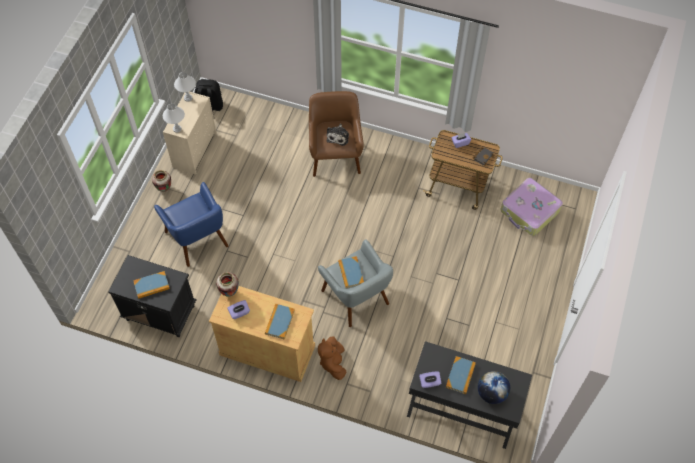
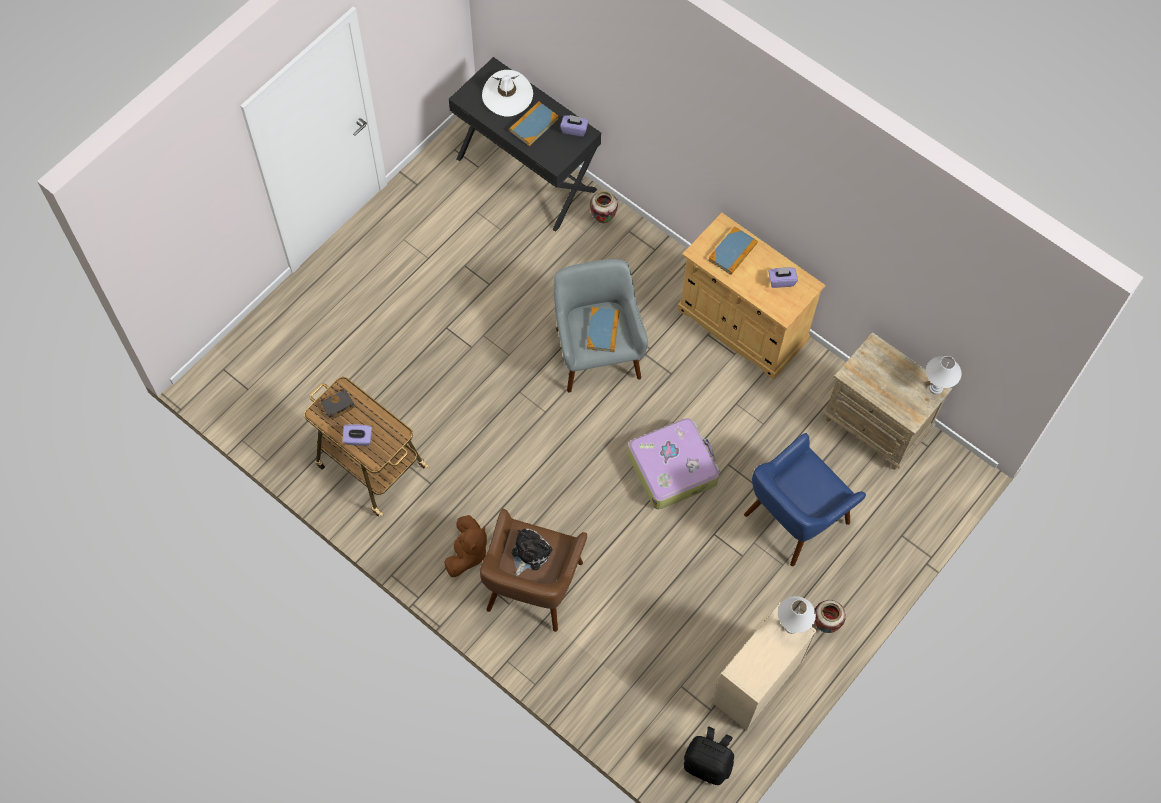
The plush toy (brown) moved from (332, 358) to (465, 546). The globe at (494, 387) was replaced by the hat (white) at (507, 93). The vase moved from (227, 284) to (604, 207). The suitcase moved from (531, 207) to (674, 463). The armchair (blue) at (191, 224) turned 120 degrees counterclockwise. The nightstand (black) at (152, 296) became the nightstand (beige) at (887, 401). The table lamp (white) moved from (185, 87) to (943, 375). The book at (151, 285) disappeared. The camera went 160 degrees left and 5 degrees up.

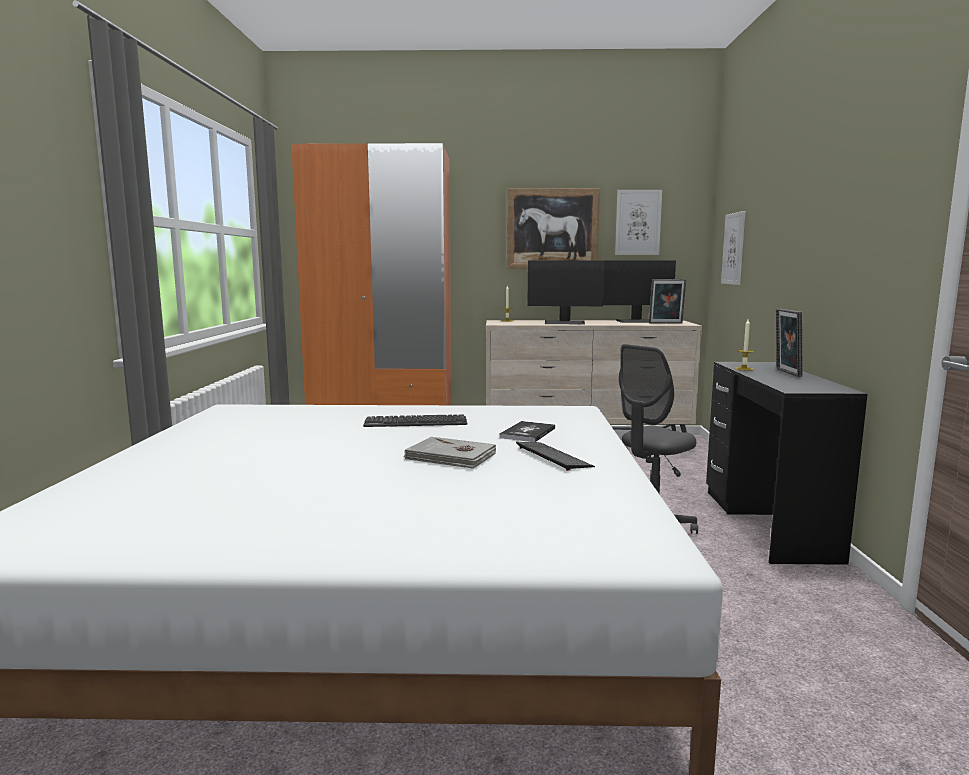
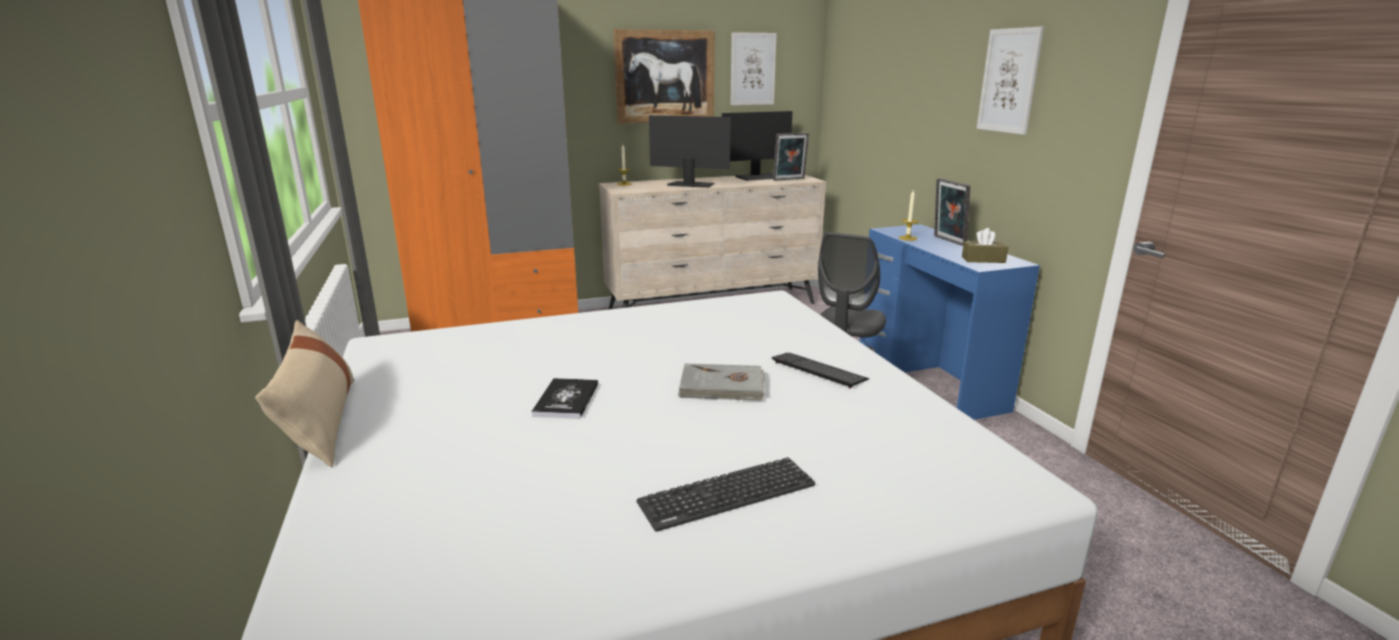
The pillow (beige) at (305, 393) appeared. The book moved from (527, 431) to (564, 398). The keyboard moved from (415, 420) to (726, 494). The monitor at (566, 292) turned 150 degrees counterclockwise. The desk (black) at (787, 463) became the desk (blue) at (949, 322). The tissue box (brown) at (985, 245) appeared. The picture moved from (733, 248) to (1010, 81). The camera went 20 degrees left and 10 degrees up.

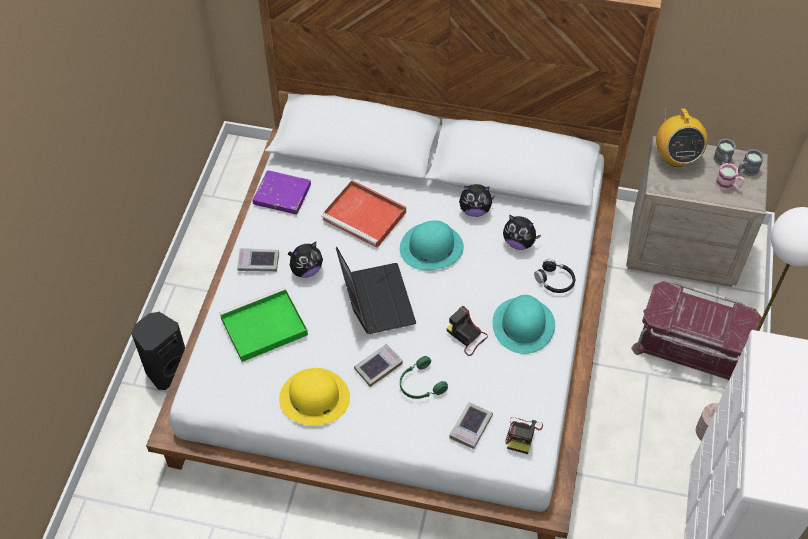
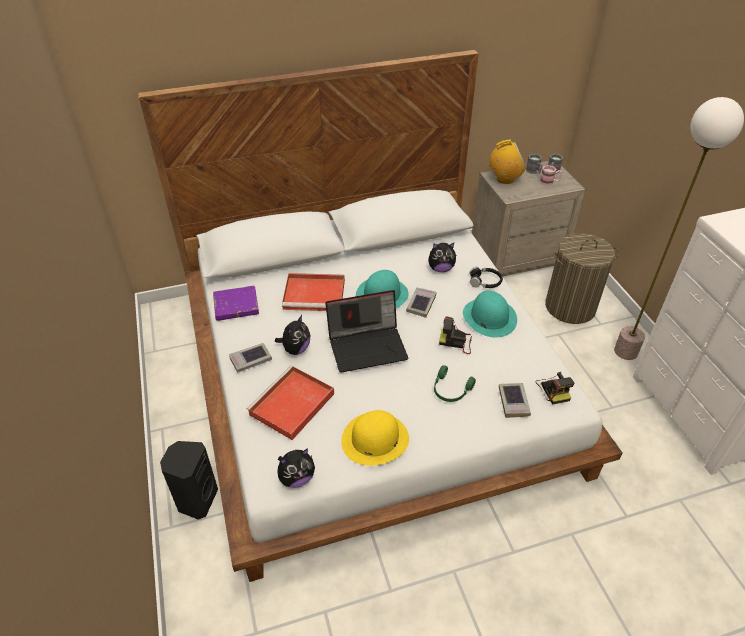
The tray (green) at (264, 324) became the tray (red) at (290, 402). The plush toy moved from (477, 200) to (296, 468). The laptop at (376, 290) turned 120 degrees clockwise. The book moved from (378, 365) to (421, 303). The radio at (682, 137) turned 60 degrees counterclockwise. The storage box (red) at (696, 330) was replaced by the laundry basket at (582, 278). The camera went 30 degrees left and 10 degrees down.

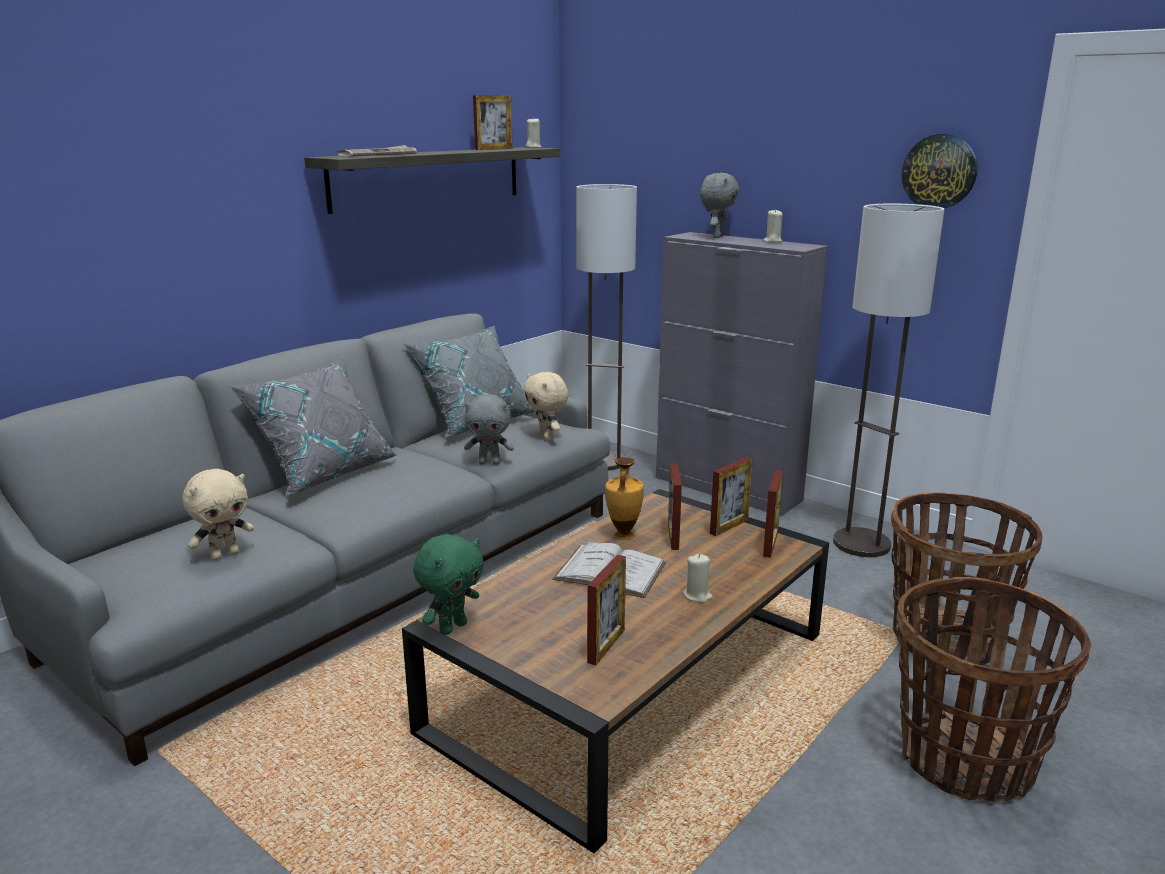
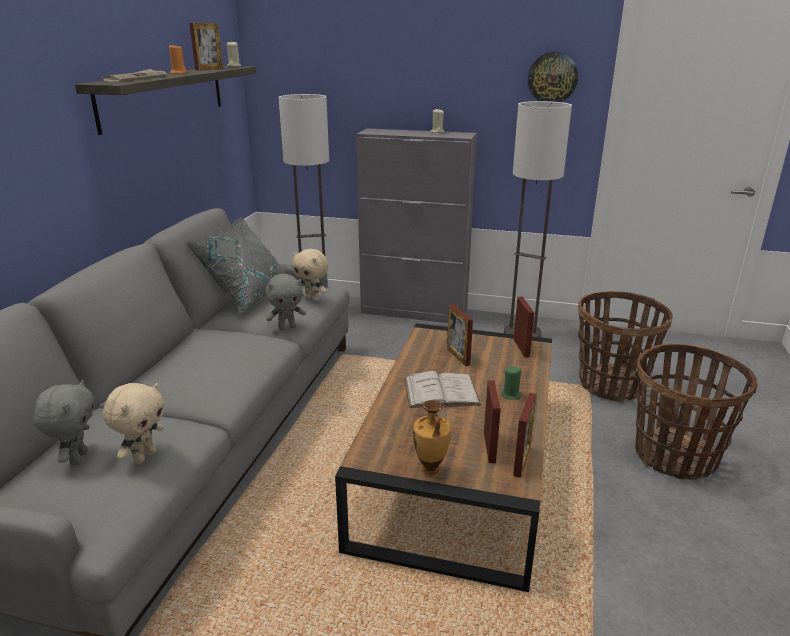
The plush toy (grey) moved from (719, 205) to (63, 423). The candle (orange) at (178, 59) appeared. The vase moved from (624, 498) to (432, 438). The candle (beige) at (698, 578) became the candle (green) at (511, 383). The picture frame moved from (731, 496) to (525, 435). The pillow (grey) at (313, 427) disappeared. The plush toy (green) at (448, 584) disappeared. The camera went 25 degrees left and 5 degrees up.

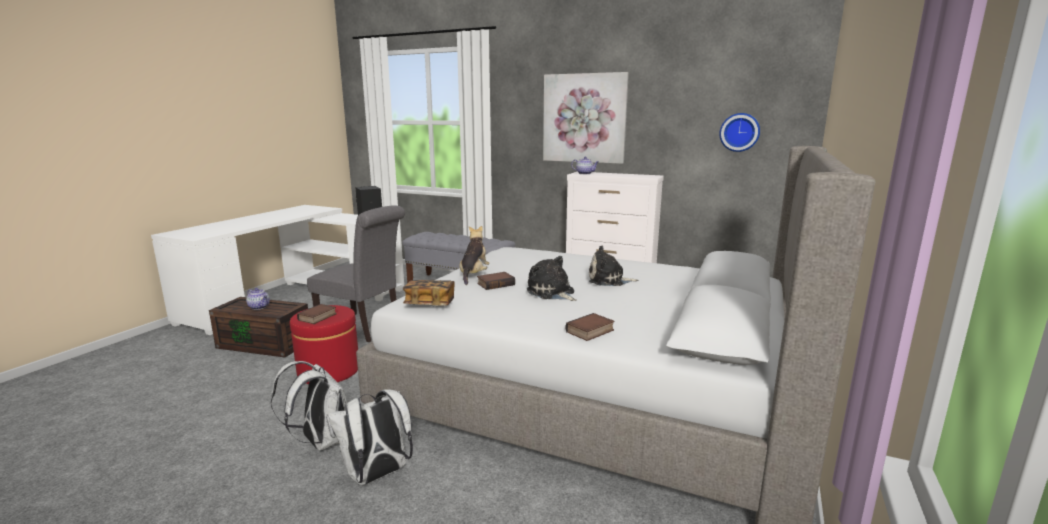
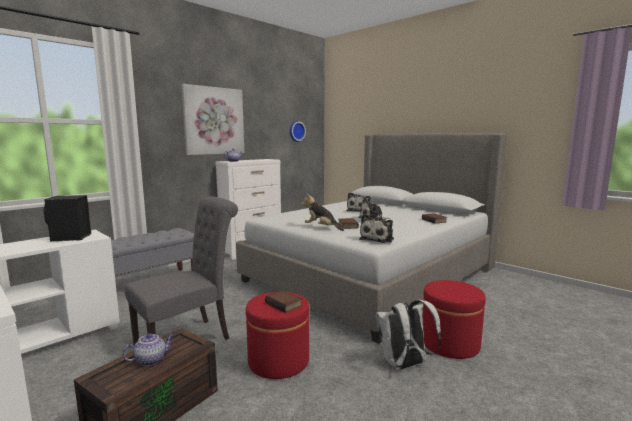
The book at (429, 293) was replaced by the plush toy at (376, 228). The backpack (white) at (369, 437) was replaced by the ottoman (red) at (454, 319). The camera went 70 degrees left and 5 degrees down.

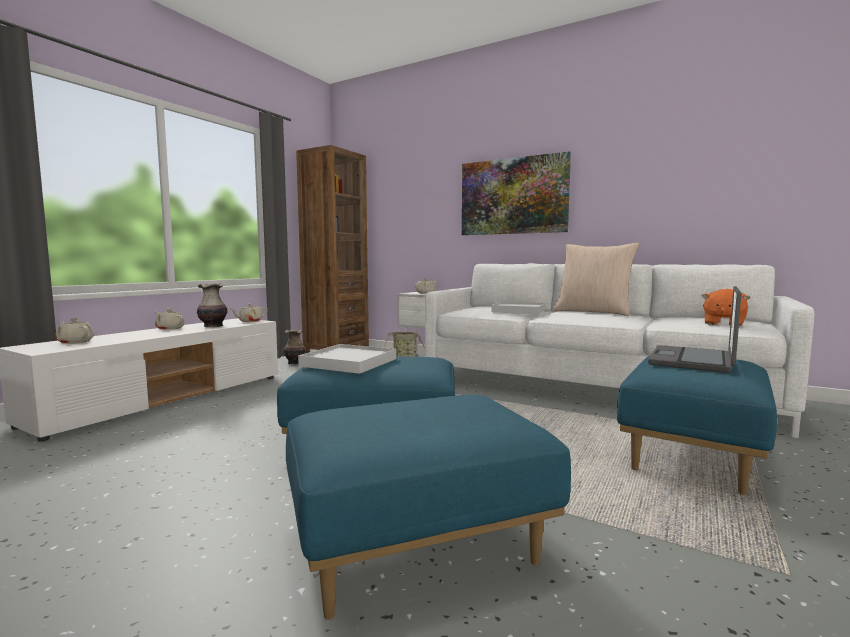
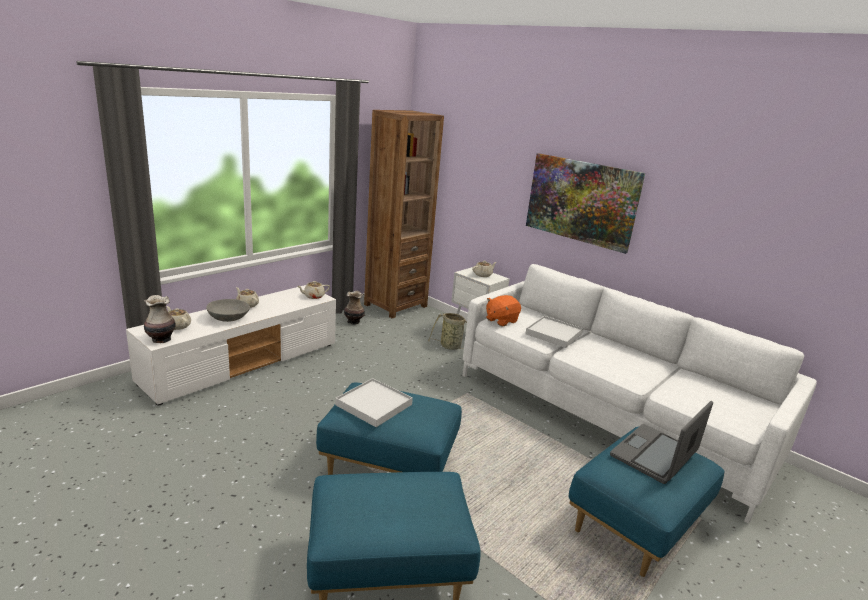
The vase moved from (212, 305) to (160, 319). The bowl (grey) at (228, 310) appeared. The plush toy (orange) moved from (726, 307) to (503, 310). The pillow (beige) at (596, 279) disappeared. The camera went 10 degrees right and 15 degrees up.

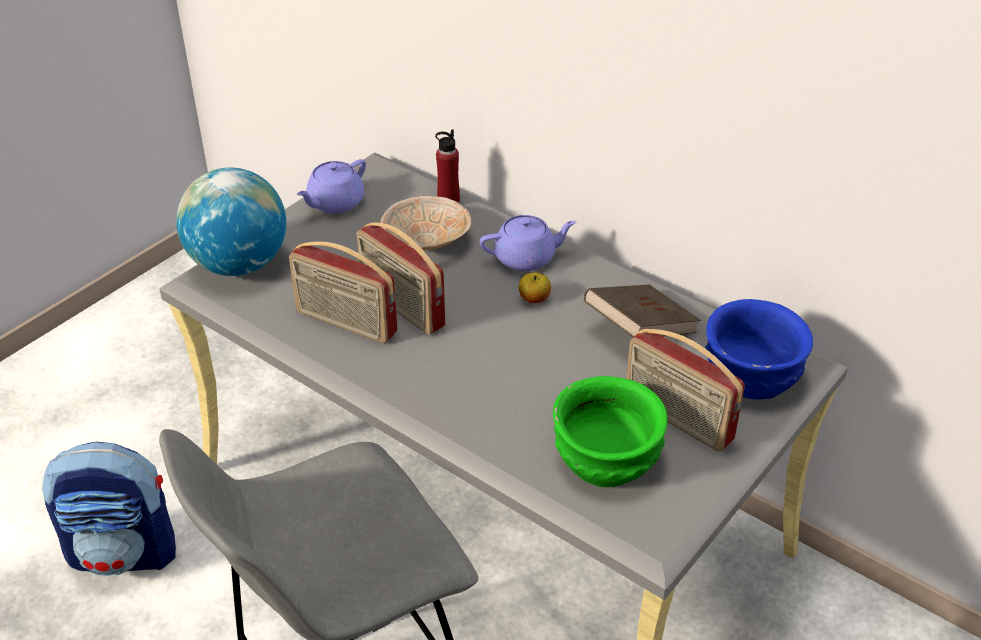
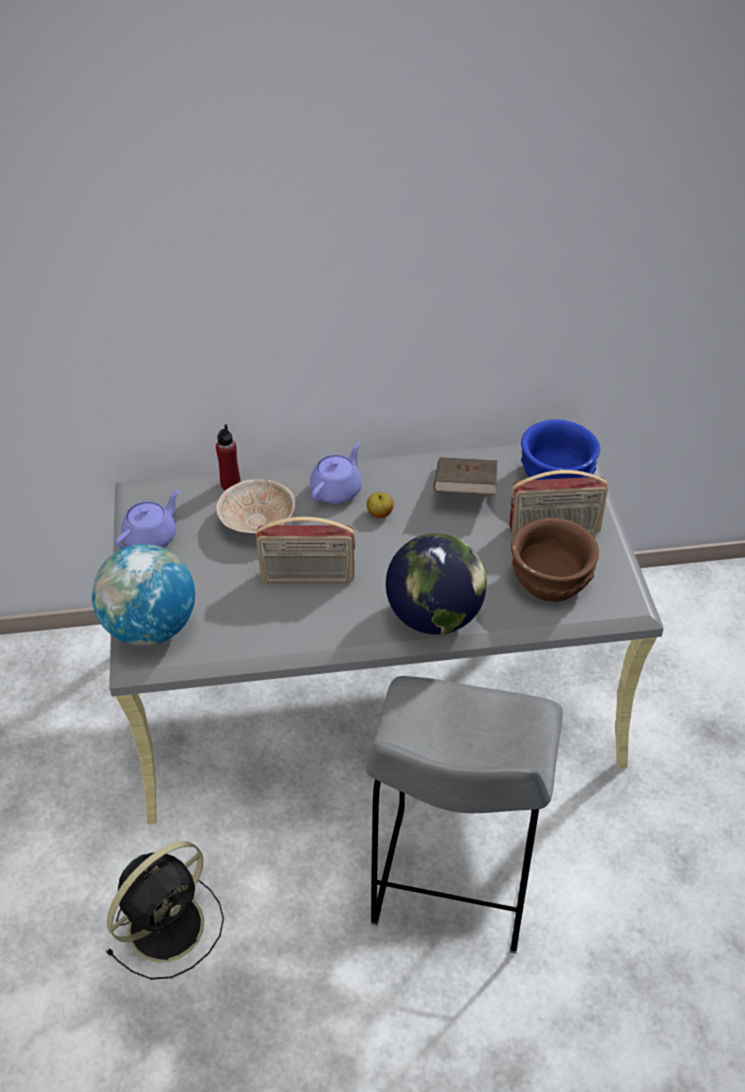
The backpack at (109, 509) was replaced by the fan (black) at (165, 910). The teapot (purple) at (331, 186) turned 135 degrees counterclockwise. The globe at (436, 584) appeared. The bowl (green) at (610, 431) became the bowl (brown) at (555, 560). The radio at (343, 292) disappeared. The camera went 45 degrees left and 5 degrees up.

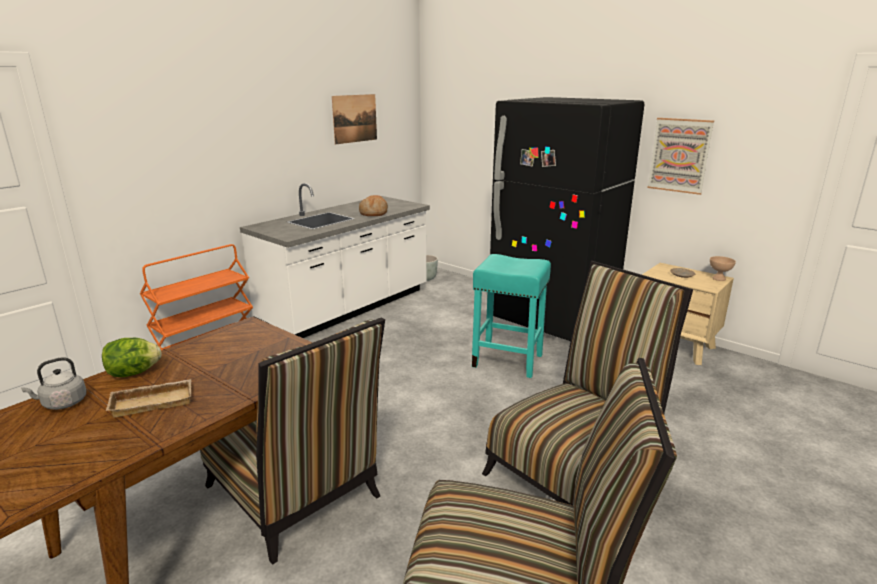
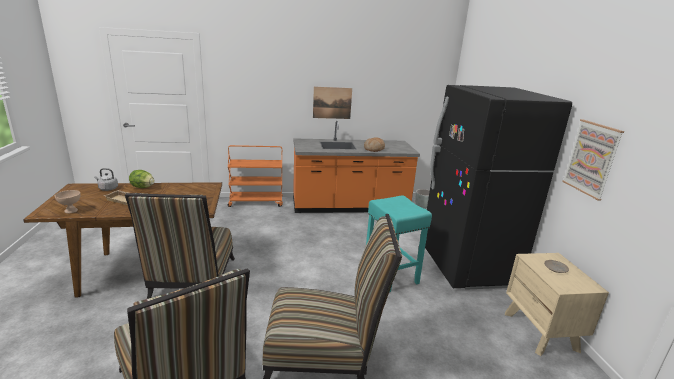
The bowl (beige) moved from (723, 268) to (68, 201). The counter (white) at (335, 260) became the counter (orange) at (356, 167). The picture moved from (354, 119) to (332, 103). The camera went 40 degrees right and 0 degrees up.

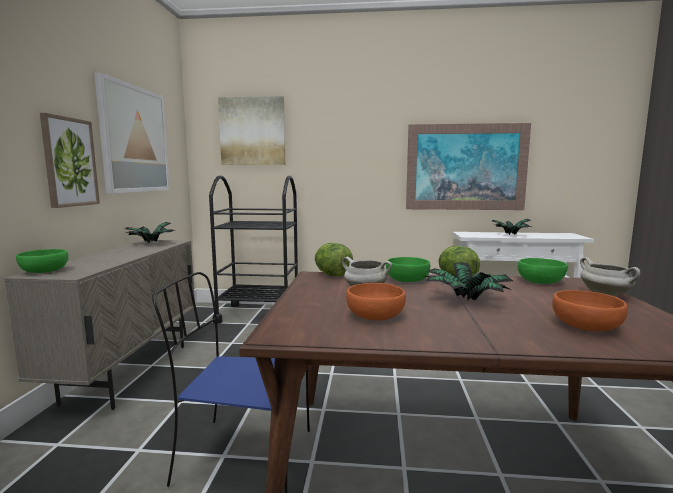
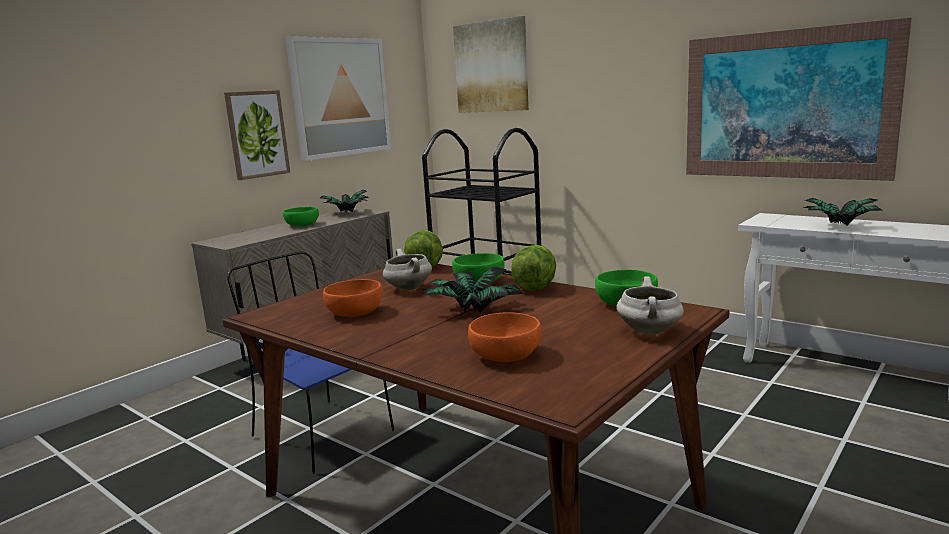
The bowl (green) moved from (42, 261) to (301, 216). The camera went 35 degrees right and 5 degrees up.

